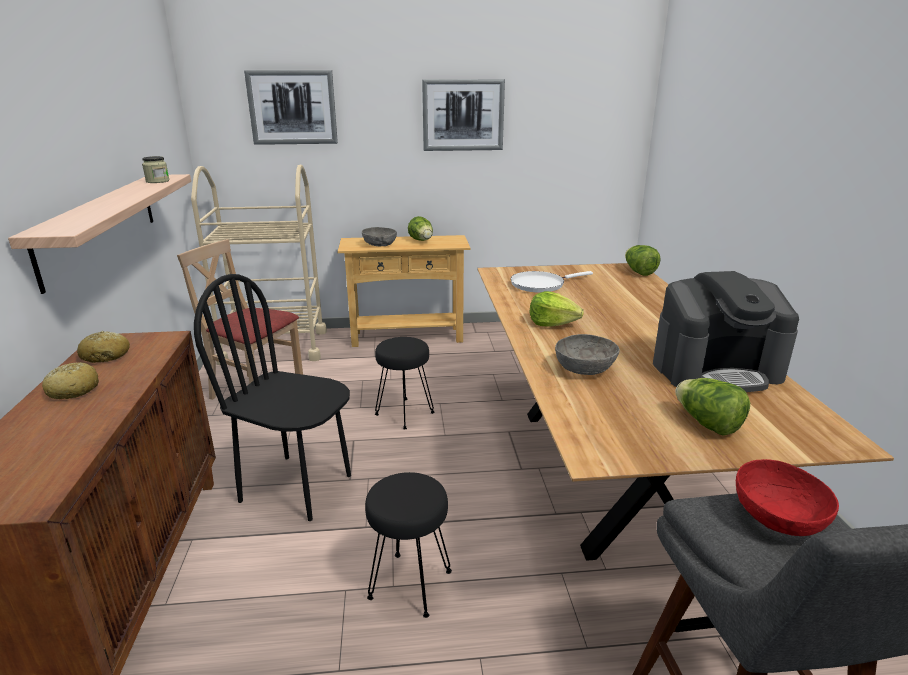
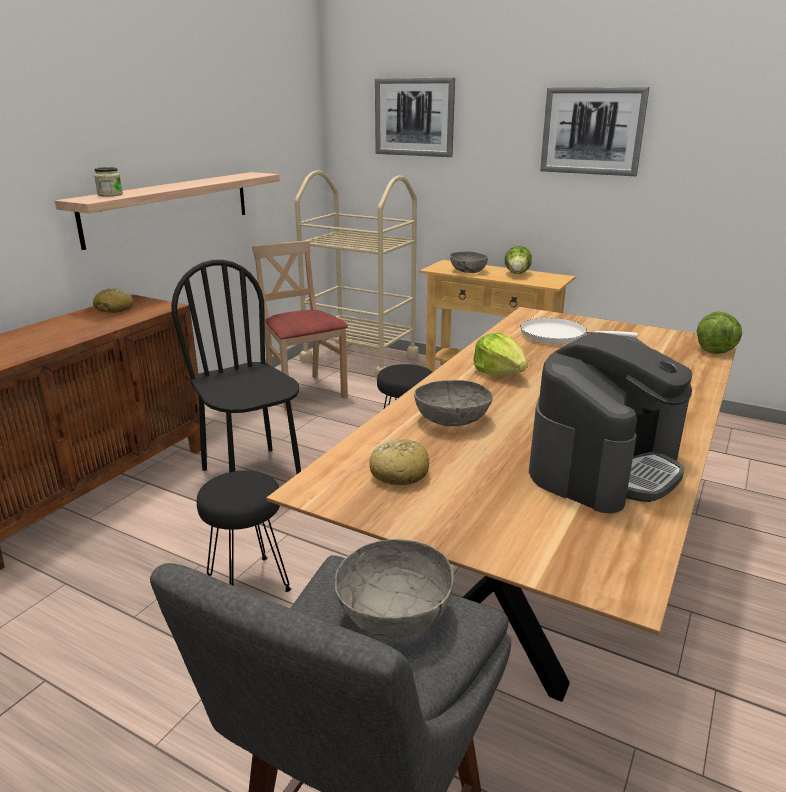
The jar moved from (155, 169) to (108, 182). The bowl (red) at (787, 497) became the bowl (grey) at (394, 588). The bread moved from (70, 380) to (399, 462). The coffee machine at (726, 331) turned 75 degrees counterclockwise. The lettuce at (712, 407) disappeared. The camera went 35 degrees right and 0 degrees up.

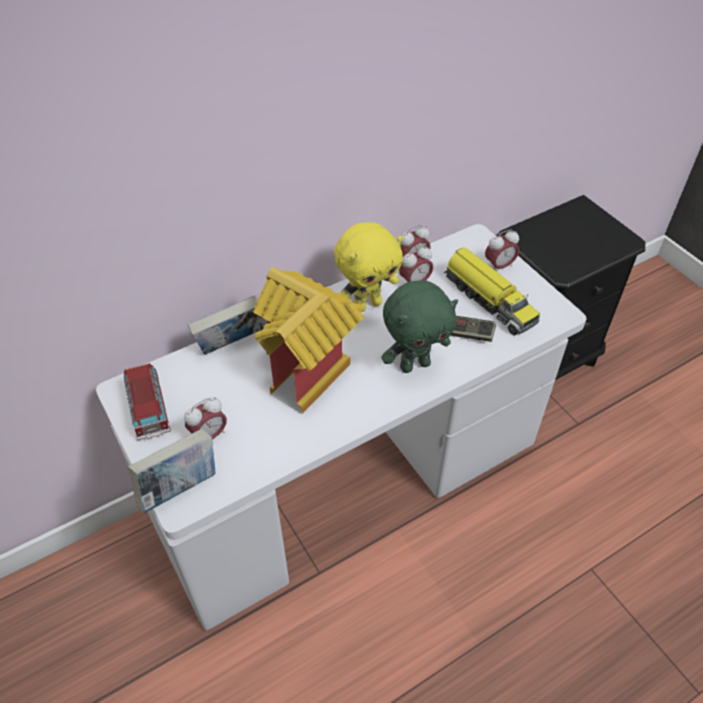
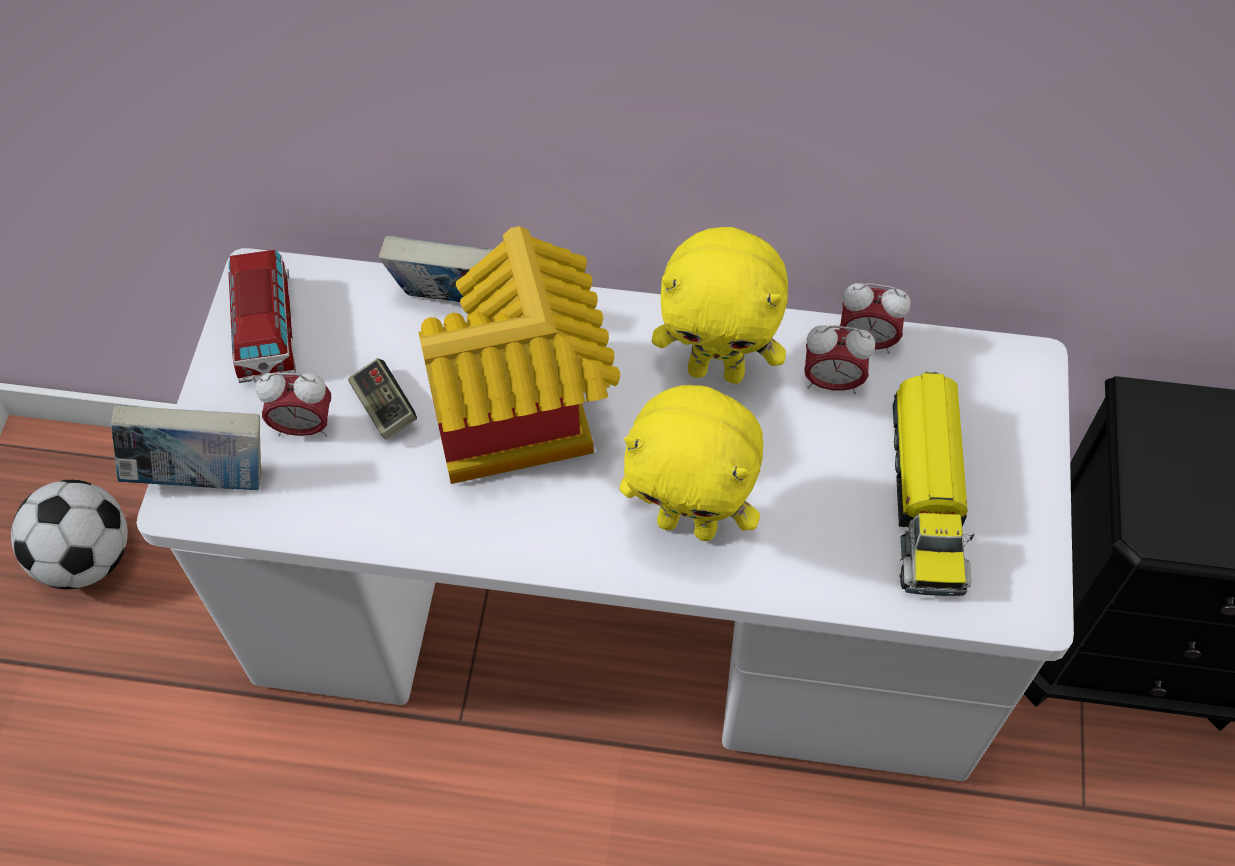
The football at (69, 534) appeared. The toy car at (147, 401) turned 150 degrees clockwise. The game controller moved from (473, 329) to (382, 399). The plush toy (green) at (419, 327) became the plush toy (yellow) at (691, 463). The alarm clock at (502, 249) disappeared. The camera went 40 degrees right and 10 degrees up.

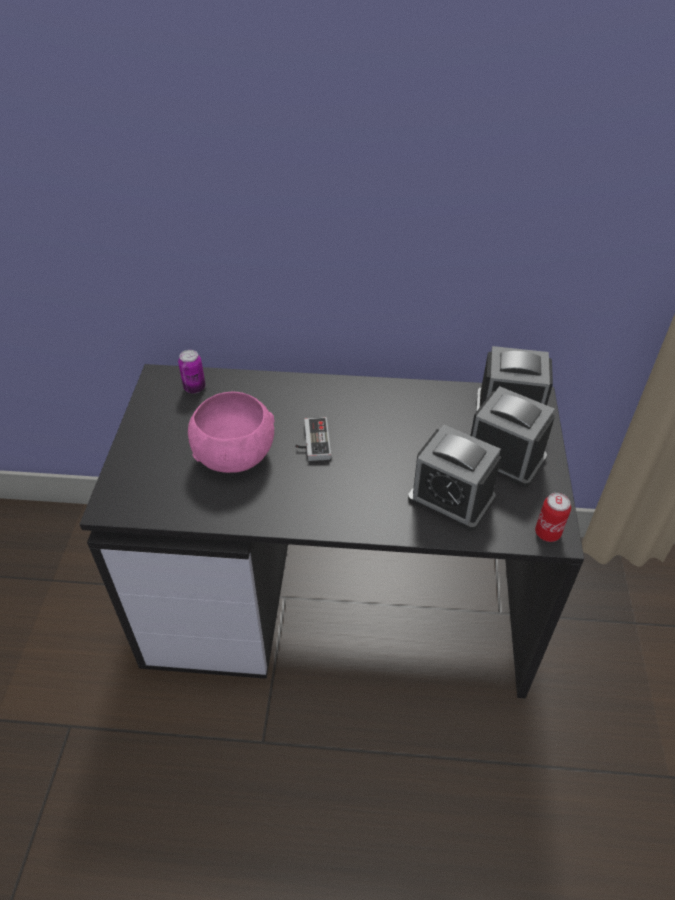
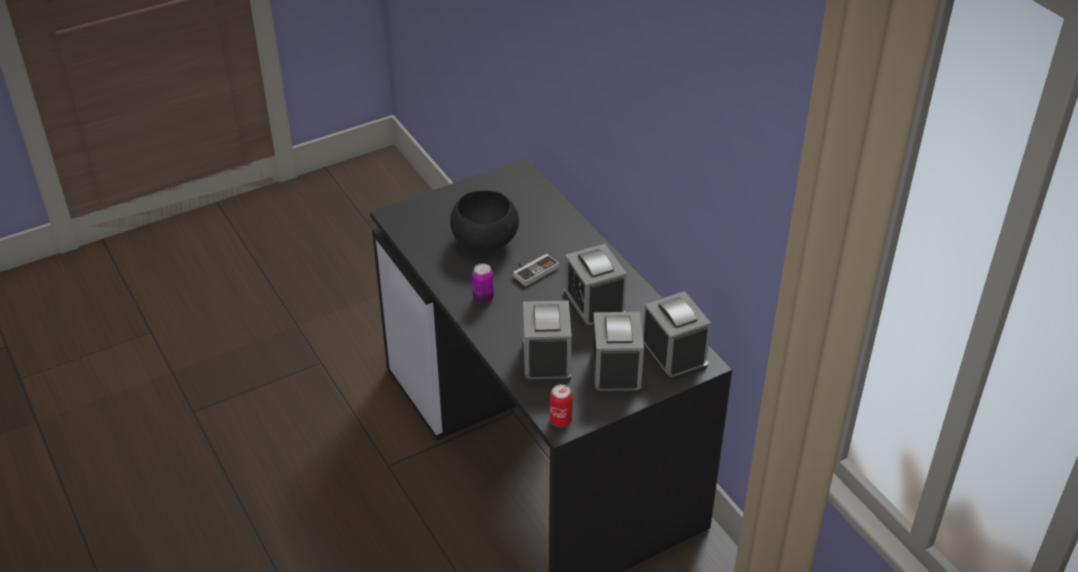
The bowl (pink) at (231, 432) became the bowl (black) at (484, 221). The can moved from (191, 372) to (483, 283). The alarm clock at (595, 286) appeared. The camera went 55 degrees right and 5 degrees down.

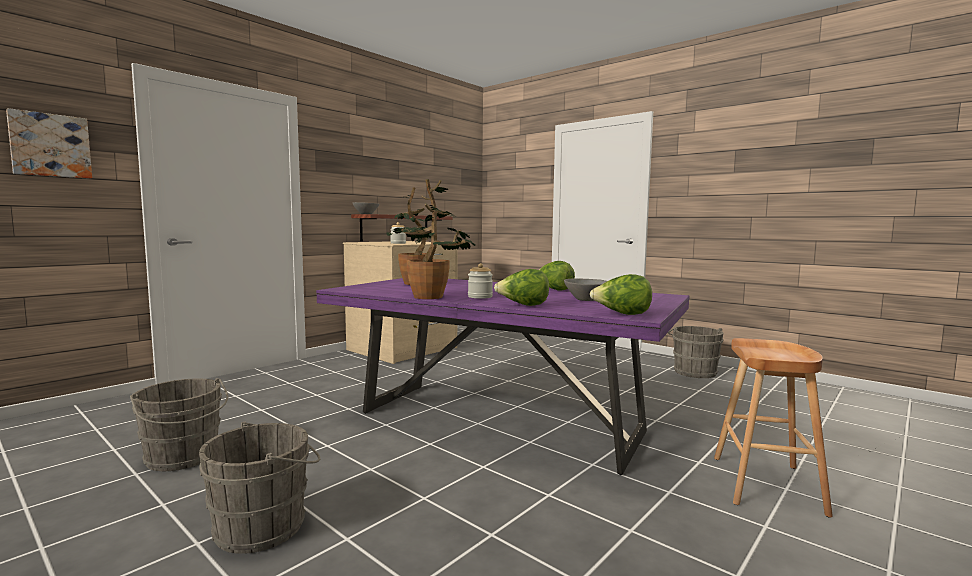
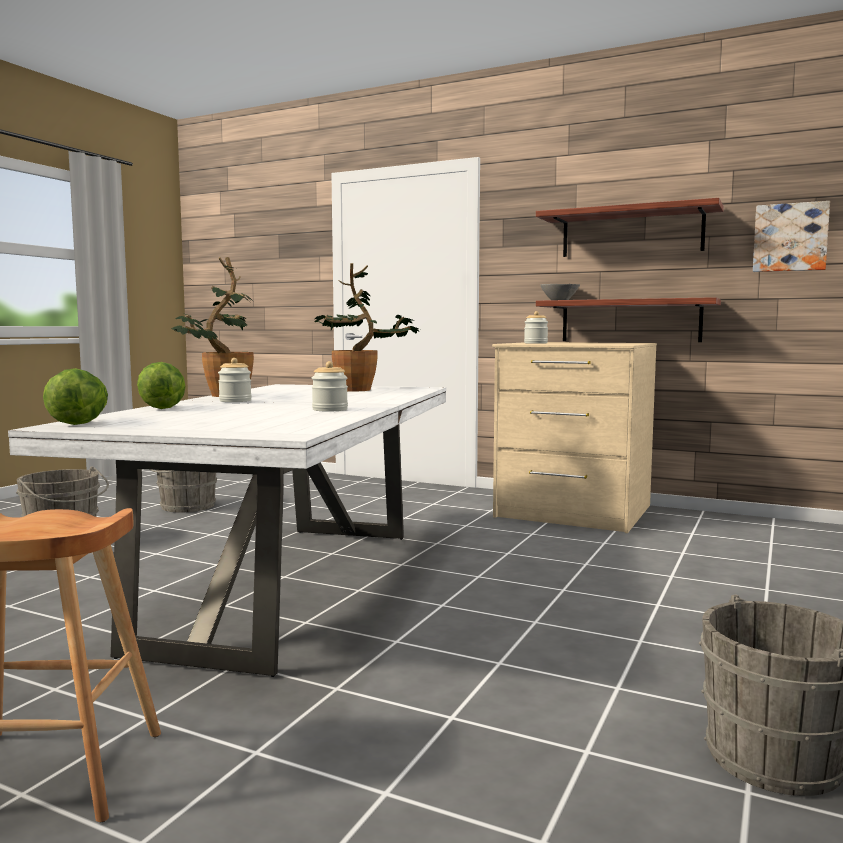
The dining table (purple) at (503, 376) became the dining table (white) at (227, 530). The lettuce at (557, 276) was replaced by the jar at (330, 386). The shelf at (630, 227) appeared. The picture moved from (49, 143) to (791, 236). The bowl (grey) at (585, 289) disappeared. The camera went 75 degrees right and 0 degrees up.

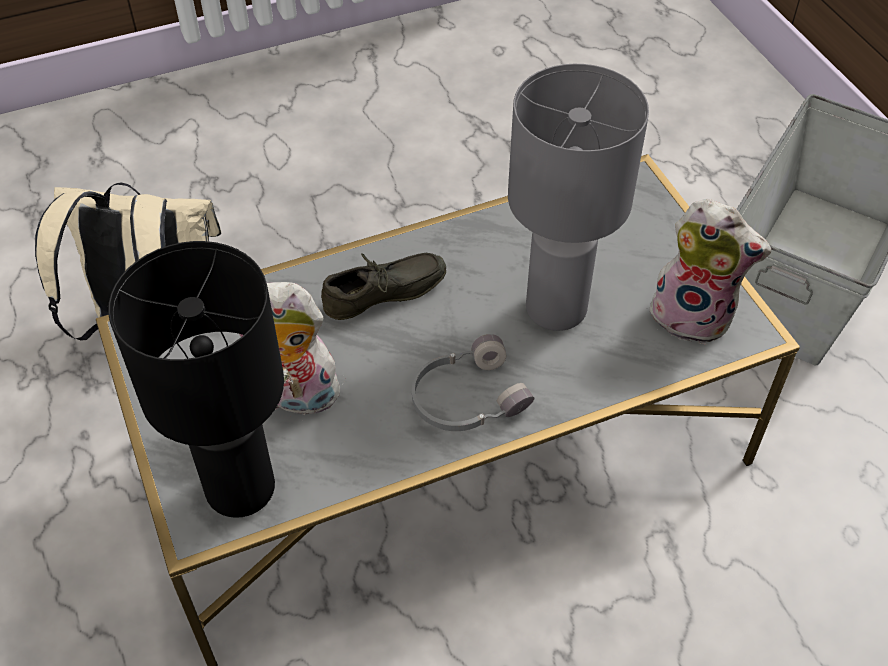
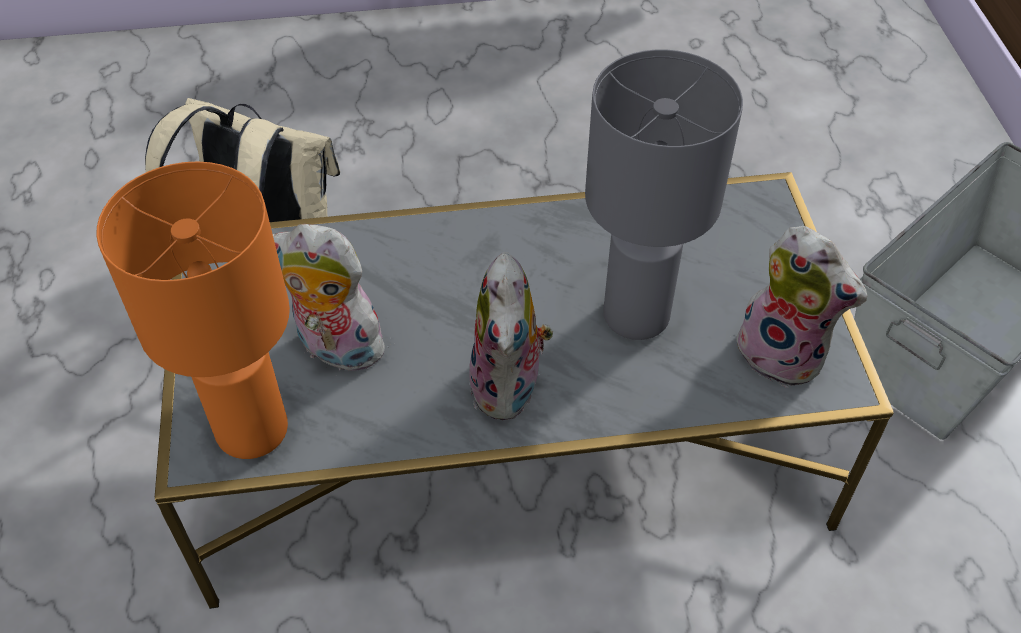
The table lamp (black) at (196, 379) became the table lamp (orange) at (193, 310). The headphones (grey) at (473, 382) was replaced by the plush toy at (511, 336). The shoe (grey) at (383, 286) disappeared. The camera went 15 degrees right and 0 degrees up.

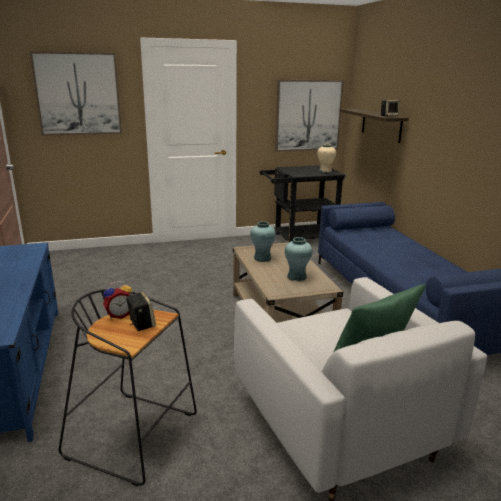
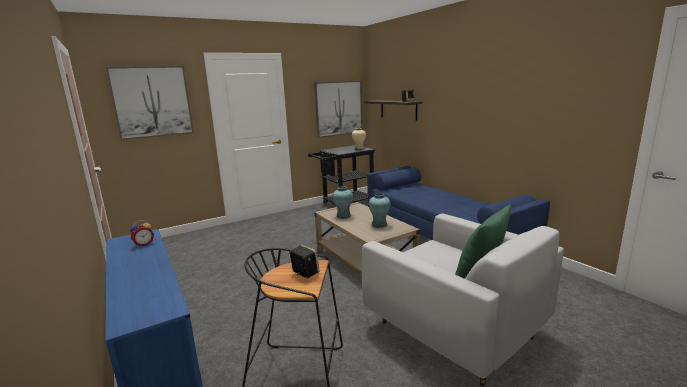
The alarm clock moved from (117, 300) to (142, 233). The camera went 15 degrees left and 5 degrees down.

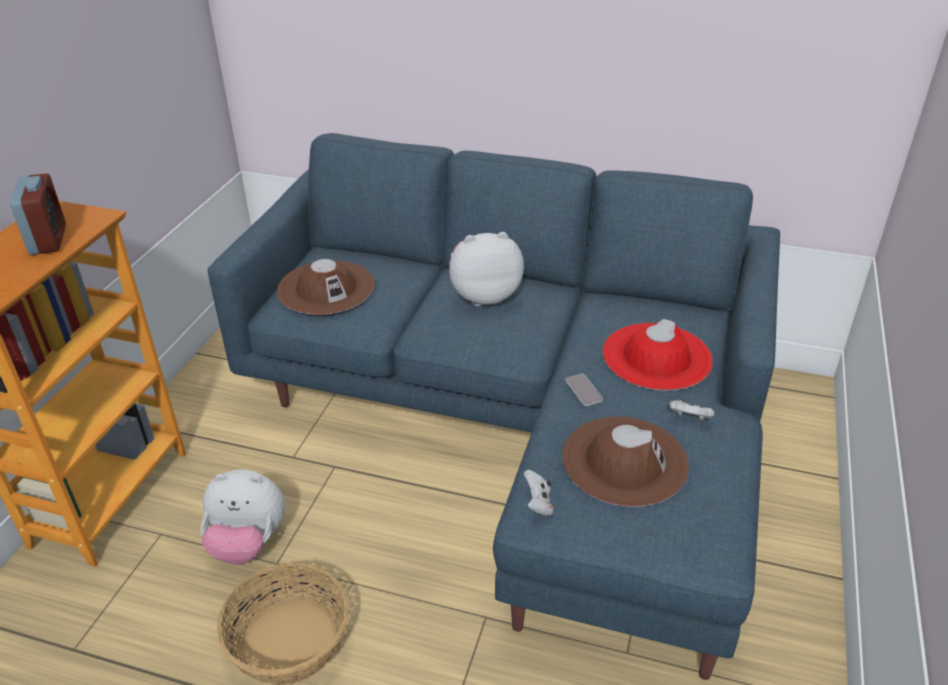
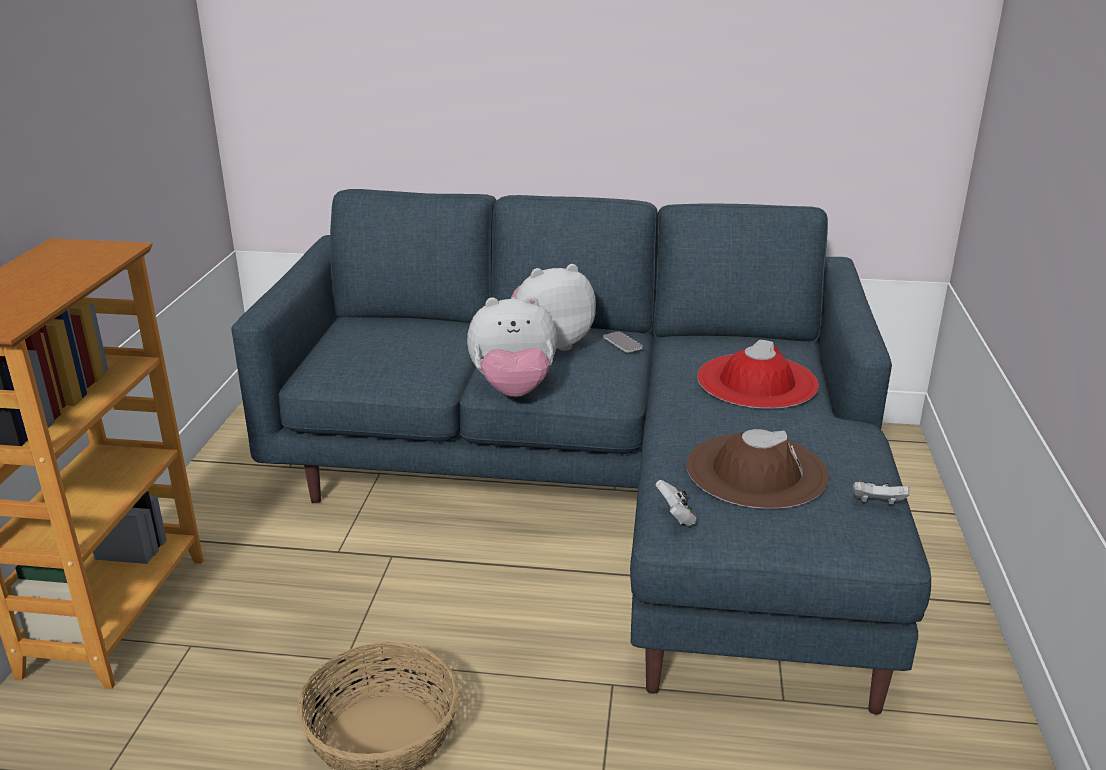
The plush toy moved from (242, 517) to (512, 346). The phone moved from (584, 390) to (623, 342). The game controller (white) moved from (691, 409) to (881, 493). The alarm clock at (38, 214) disappeared. The hat (brown) at (326, 287) disappeared. The camera went 10 degrees left and 10 degrees down.

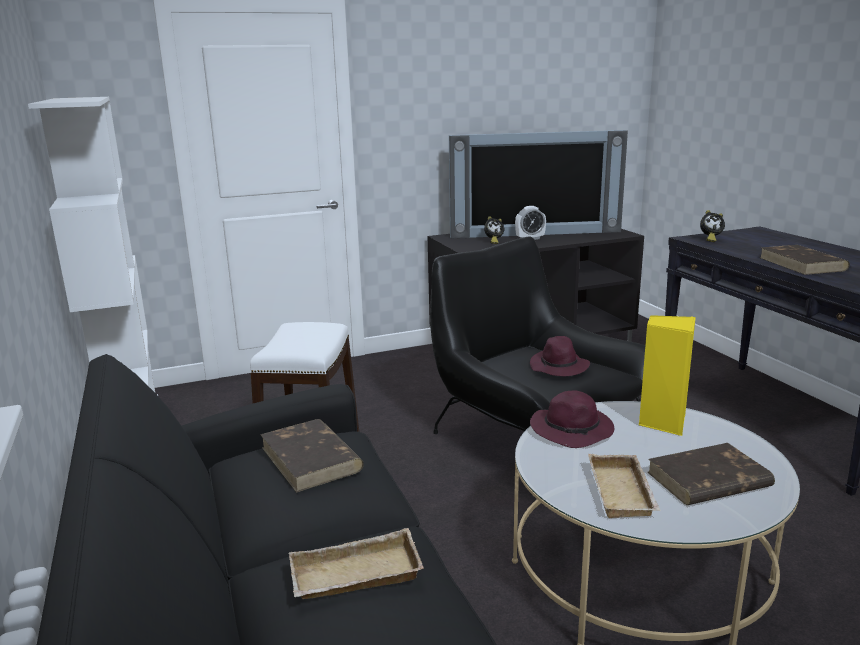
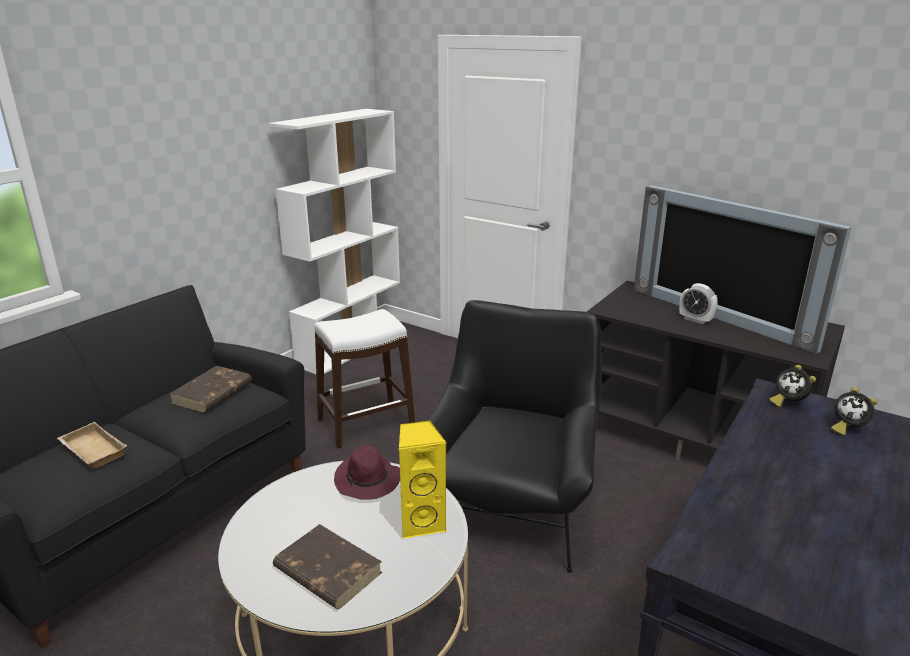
The alarm clock moved from (494, 230) to (854, 411). The hat (purple) at (560, 356) disappeared. The tray (beige) at (624, 486) disappeared. The book (brown) at (804, 260) disappeared. The camera went 55 degrees right and 5 degrees up.

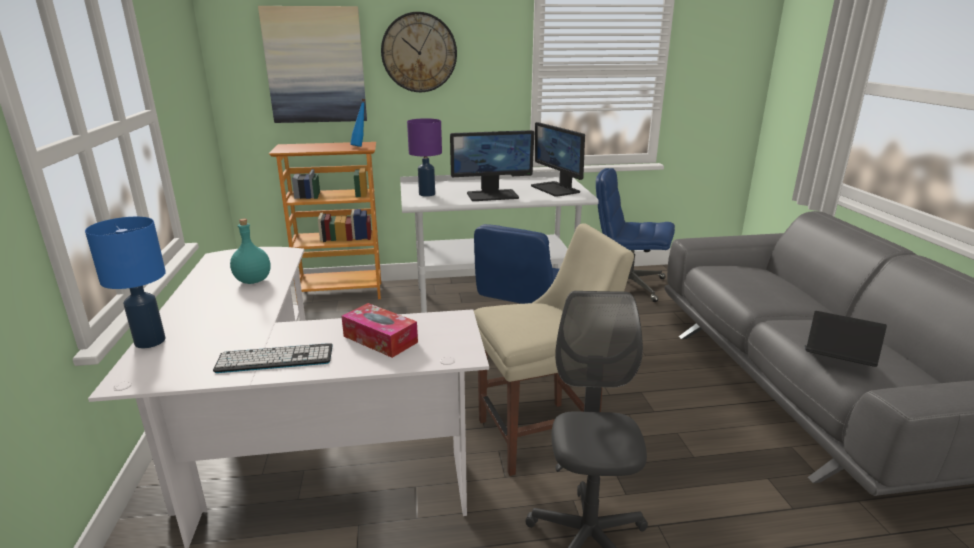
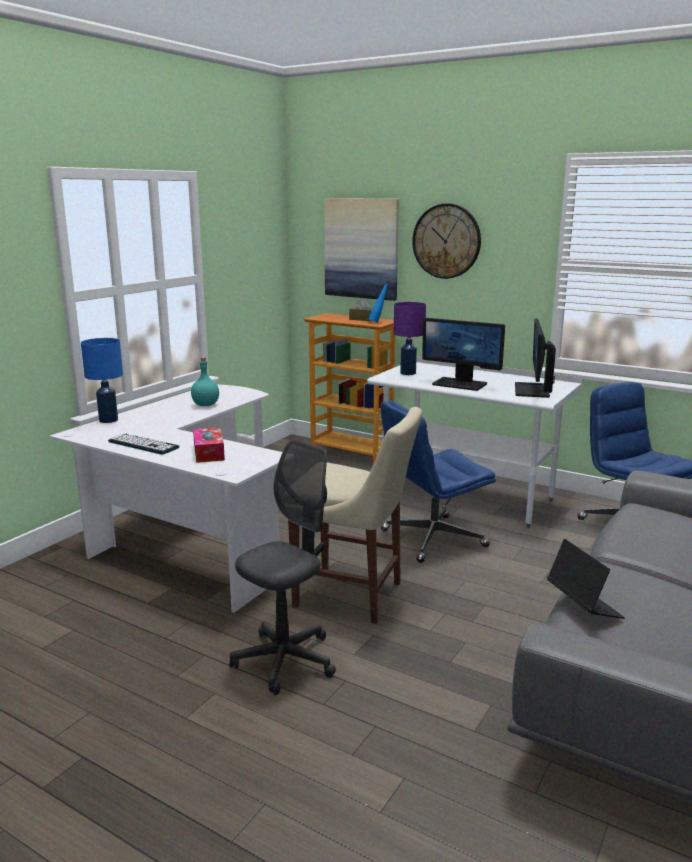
The tissue box (brown) at (360, 309) appeared. The camera went 40 degrees right and 5 degrees down.

